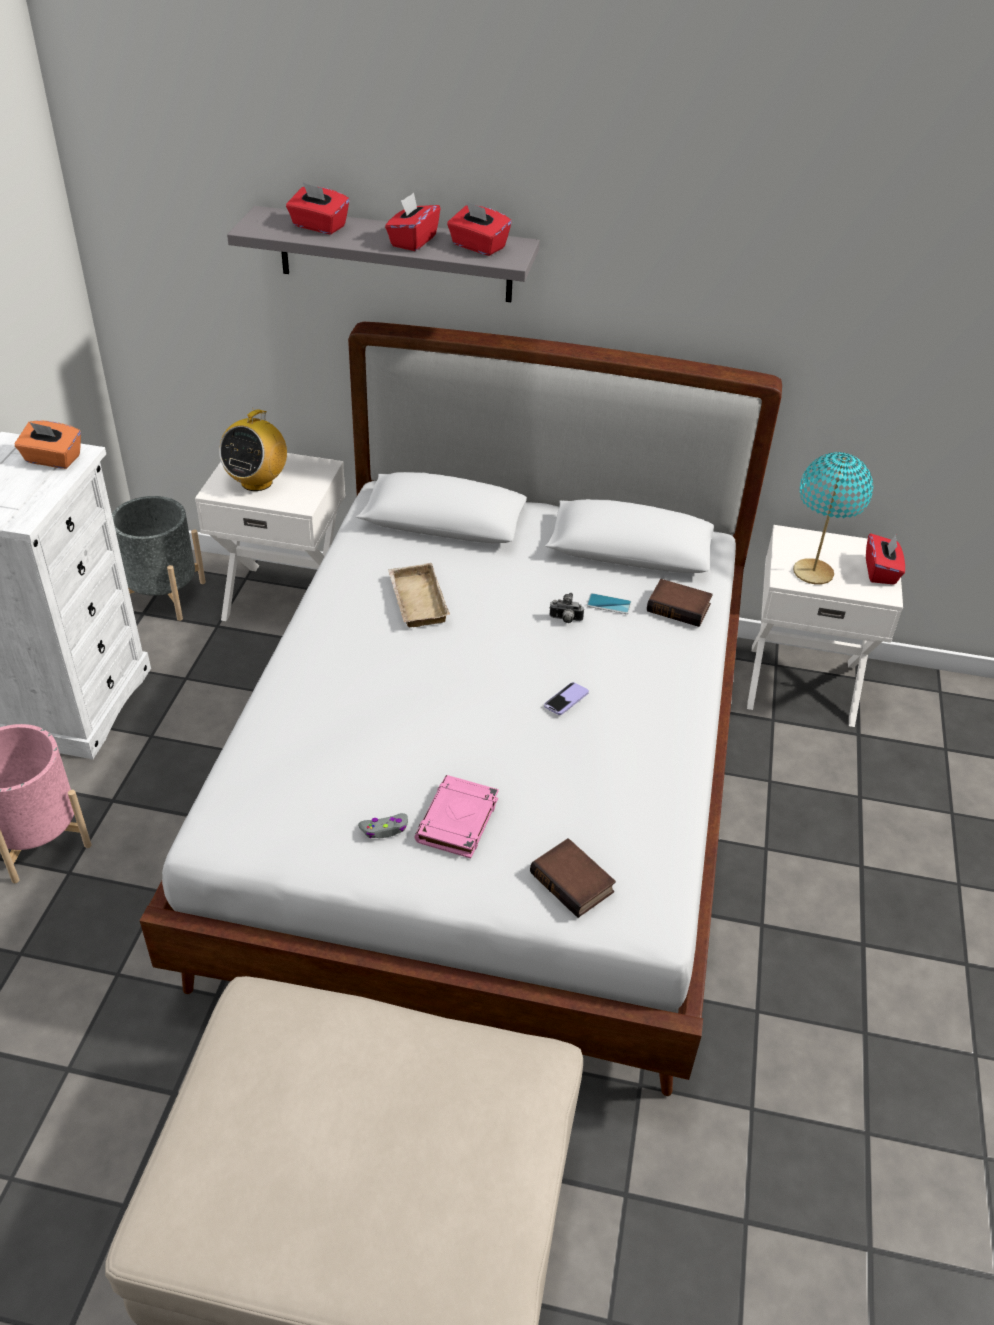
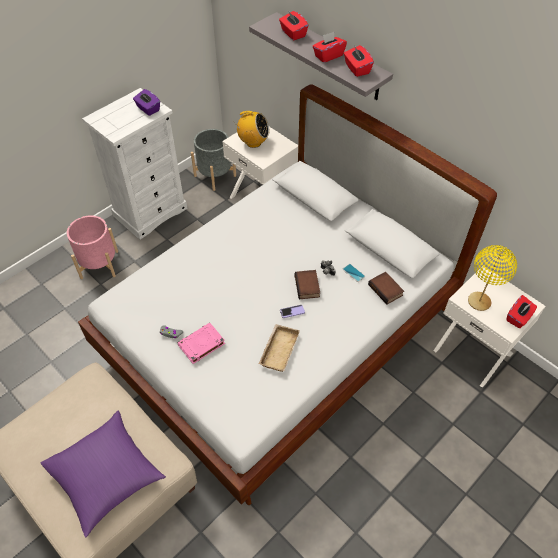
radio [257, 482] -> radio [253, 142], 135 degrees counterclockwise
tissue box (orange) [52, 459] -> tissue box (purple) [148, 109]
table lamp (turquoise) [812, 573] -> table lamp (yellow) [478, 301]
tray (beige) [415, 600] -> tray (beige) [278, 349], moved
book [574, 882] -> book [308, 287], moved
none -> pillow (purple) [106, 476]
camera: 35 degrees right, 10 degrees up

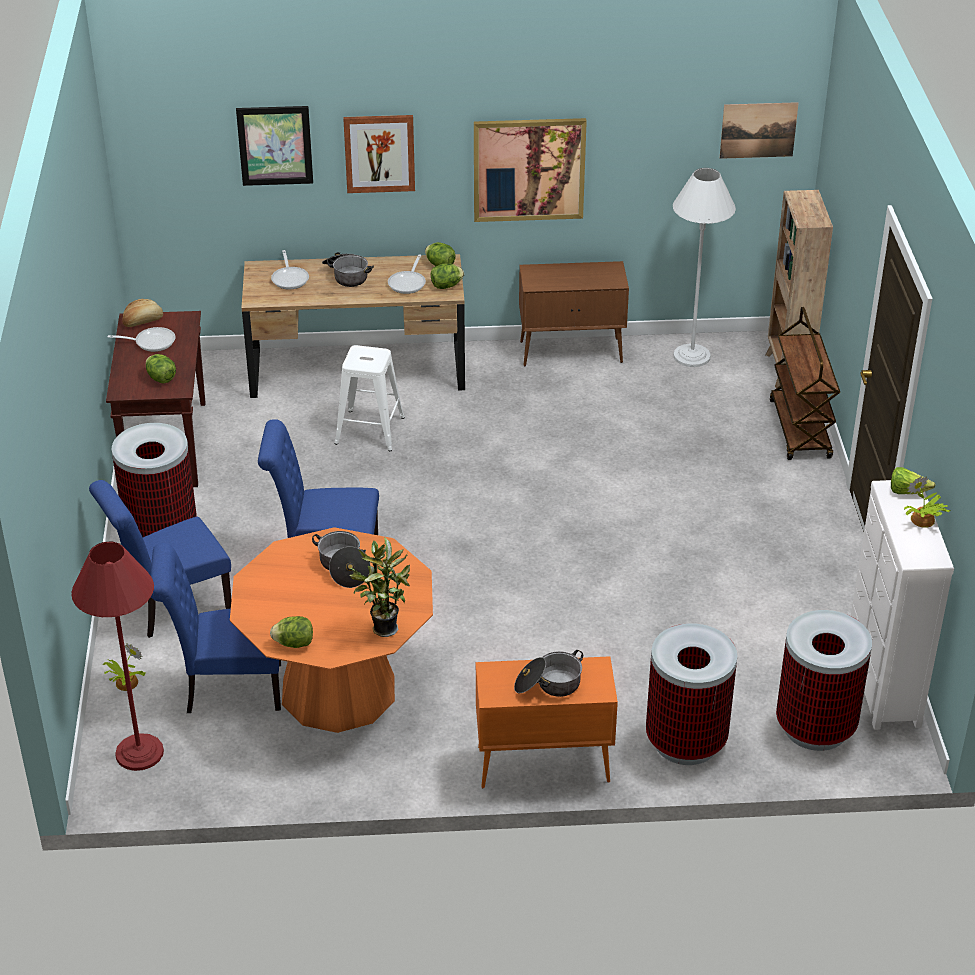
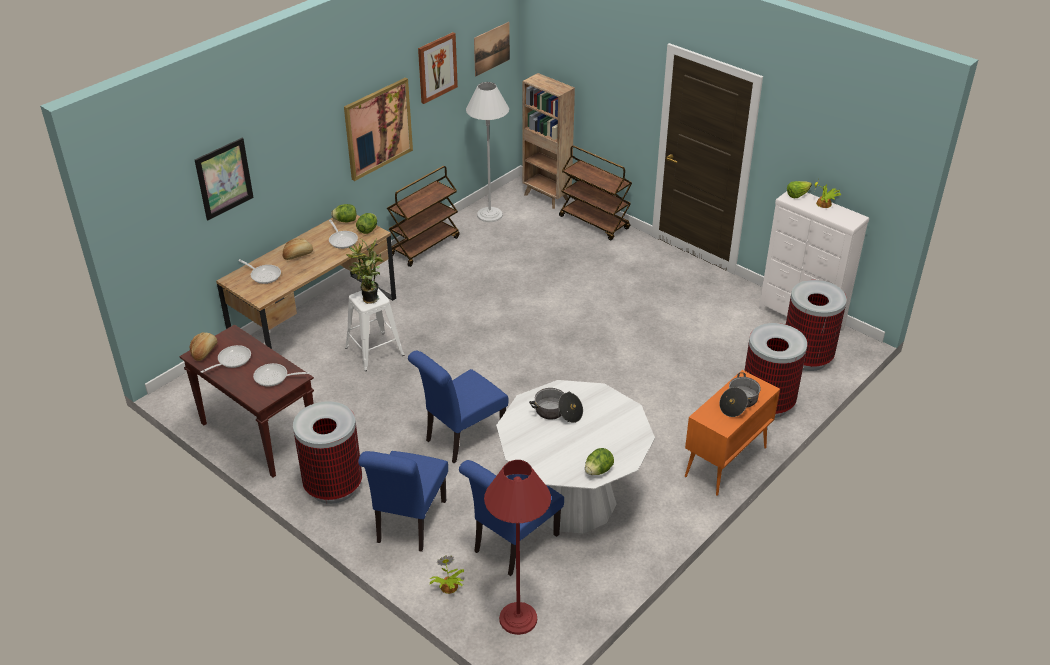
picture [379, 153] -> picture [437, 67], moved
cooking pot [347, 275] -> bread [298, 255]
cabinet (brown) [572, 352] -> cart (brown) [424, 246]
lettuce [161, 378] -> frying pan [274, 377]
dining table (orange) [338, 690] -> dining table (white) [572, 500]
potted plant [382, 628] -> potted plant [368, 299], moved
camera: 45 degrees left, 0 degrees up

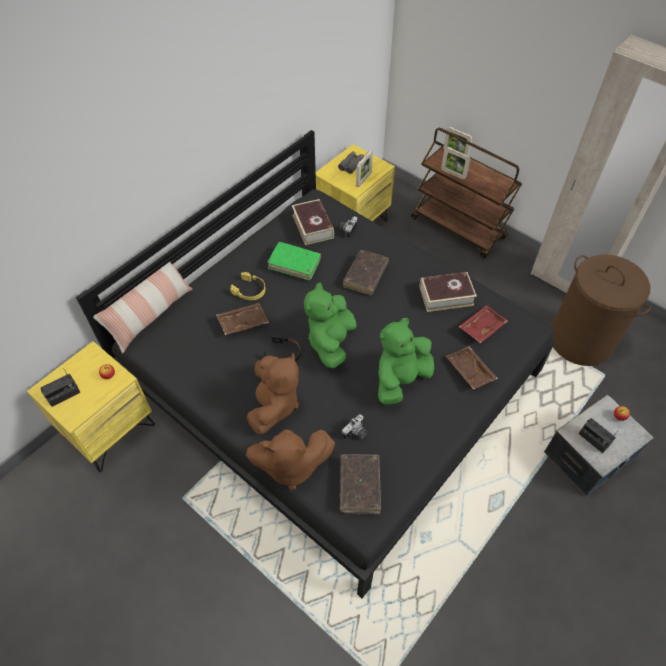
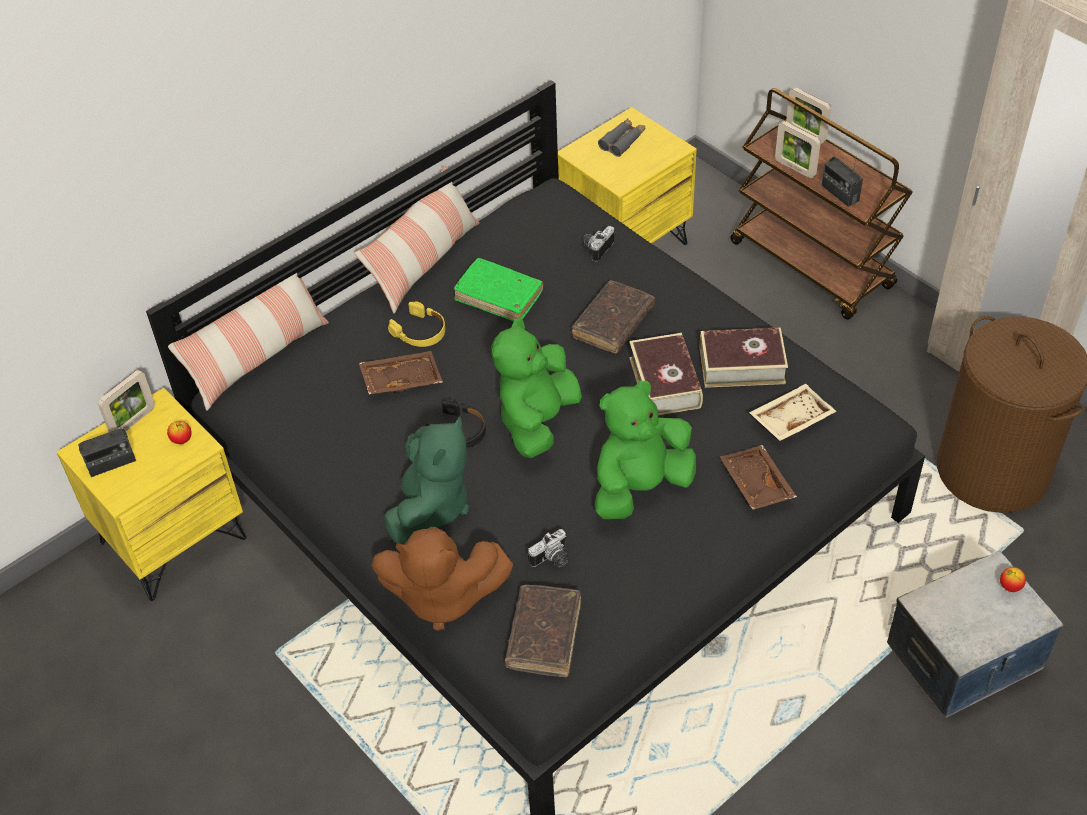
picture frame [363, 179] -> picture frame [133, 422], moved
book [313, 226] -> book [665, 382], moved
tray (red) [481, 327] -> tray (beige) [790, 418]
plush toy (brown) [274, 405] -> plush toy (green) [430, 507]
radio [593, 440] -> radio [840, 193], moved
none -> pillow [424, 261]
camera: 10 degrees right, 5 degrees down

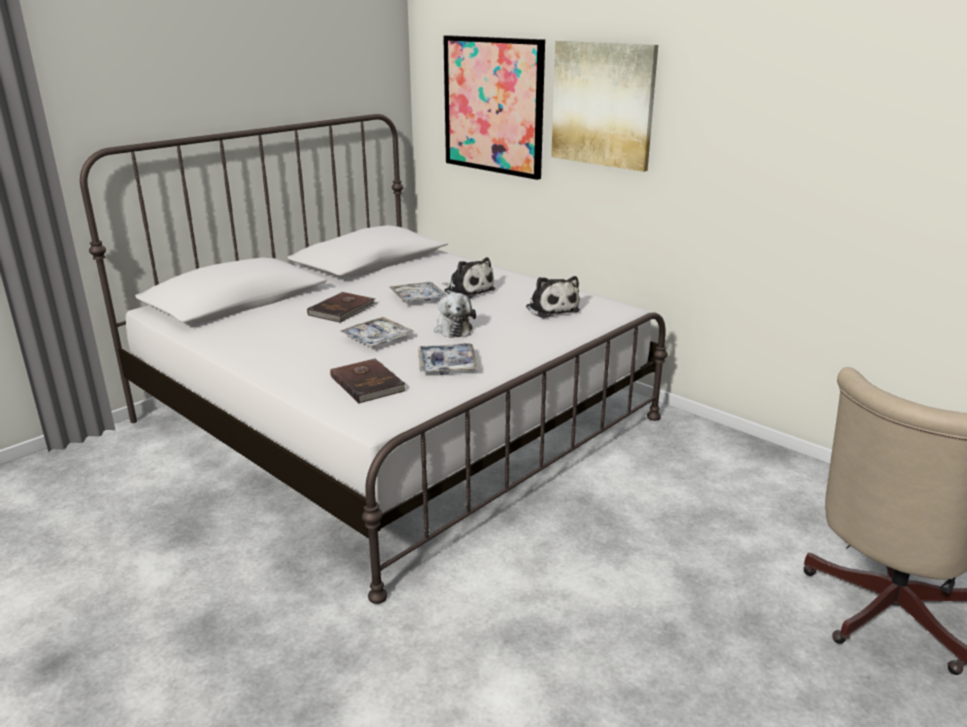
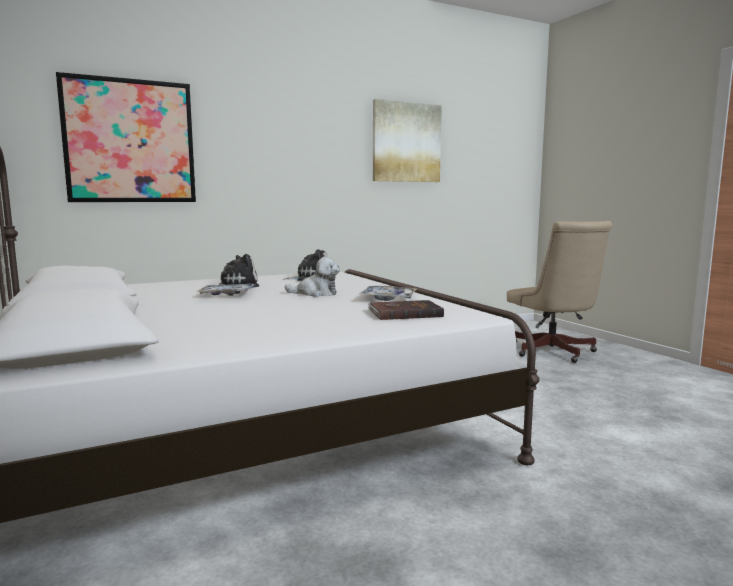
picture [603, 104] -> picture [406, 142], moved
book (brown) [343, 310] -> none
tray [377, 338] -> none
camera: 70 degrees left, 15 degrees down

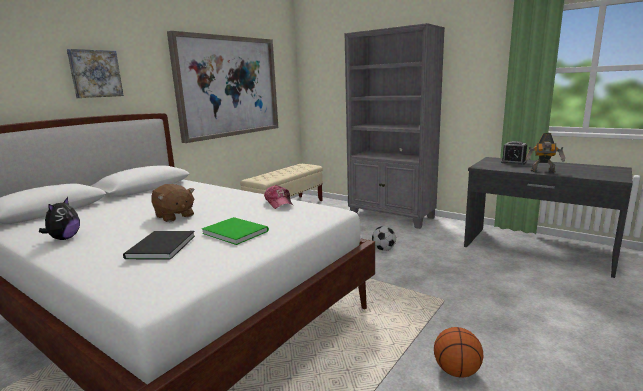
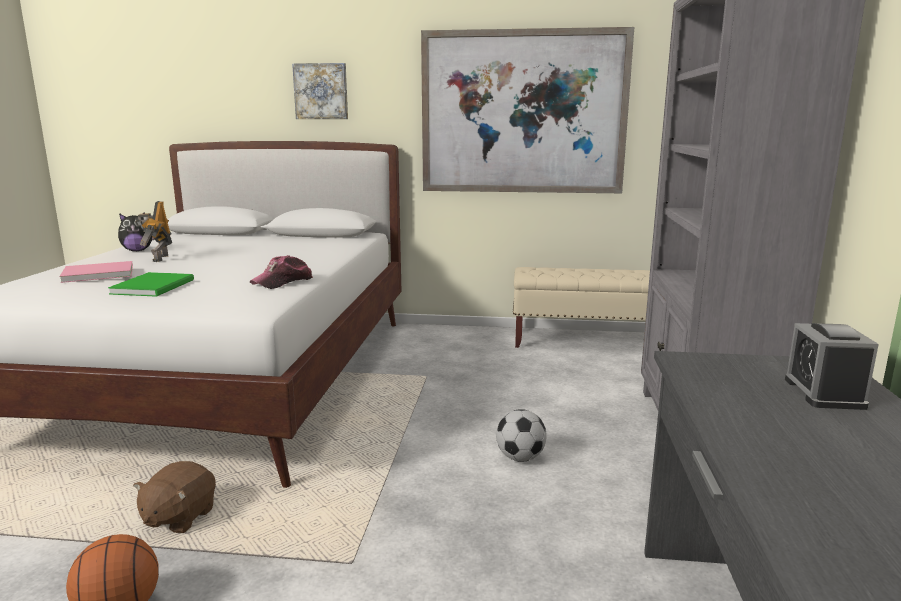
toy robot [543, 172] -> toy robot [158, 258], moved
plush toy (brown) [174, 216] -> plush toy (brown) [179, 517], moved
book (black) [159, 247] -> book (pink) [96, 274]
camera: 60 degrees right, 0 degrees up

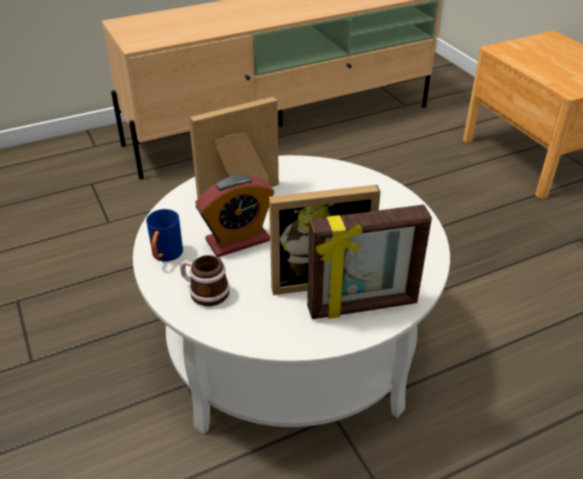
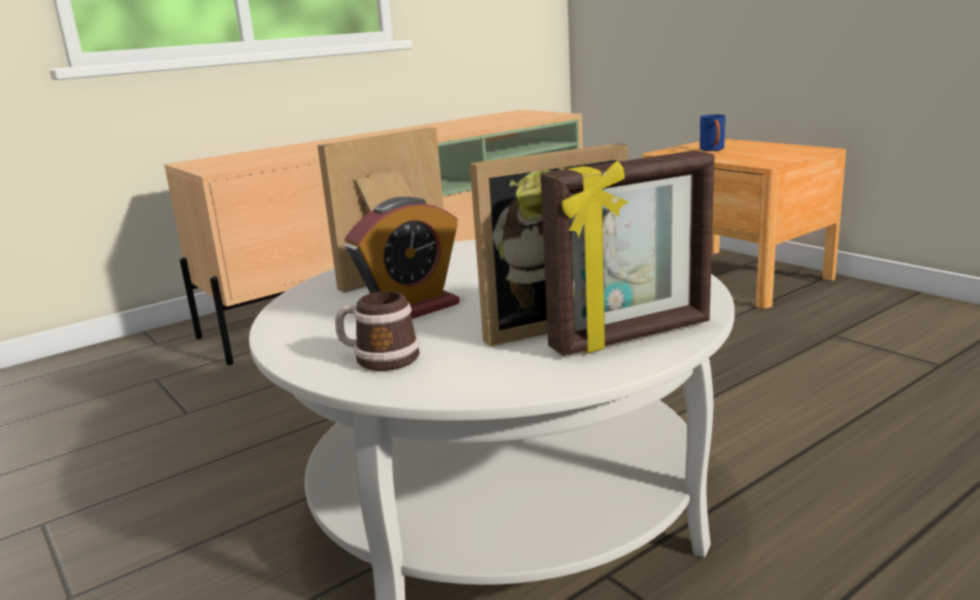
mug (blue) [165, 256] -> mug (blue) [713, 150], moved
camera: 10 degrees left, 20 degrees down

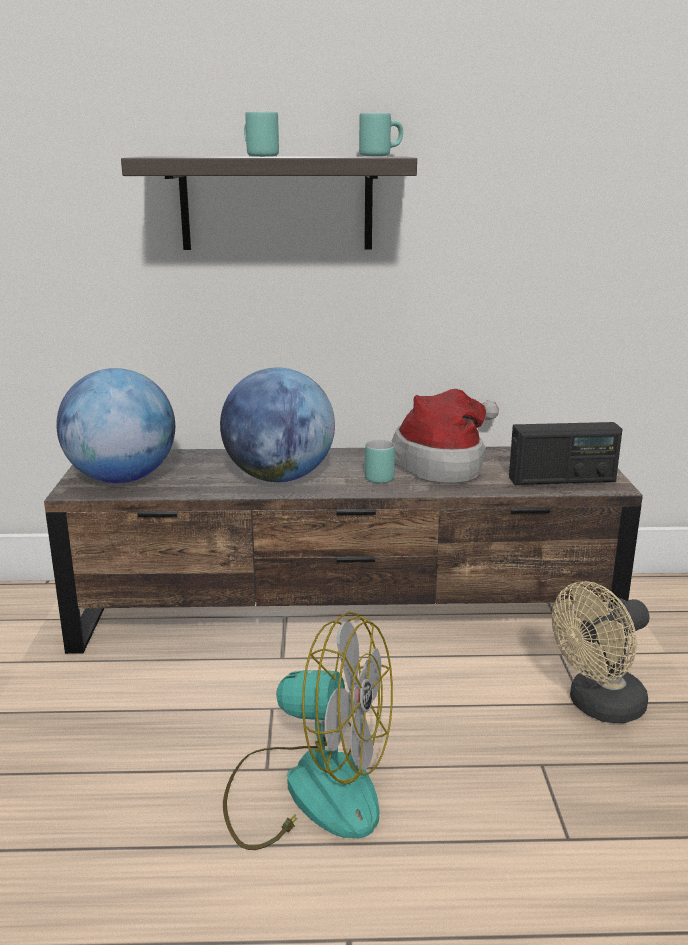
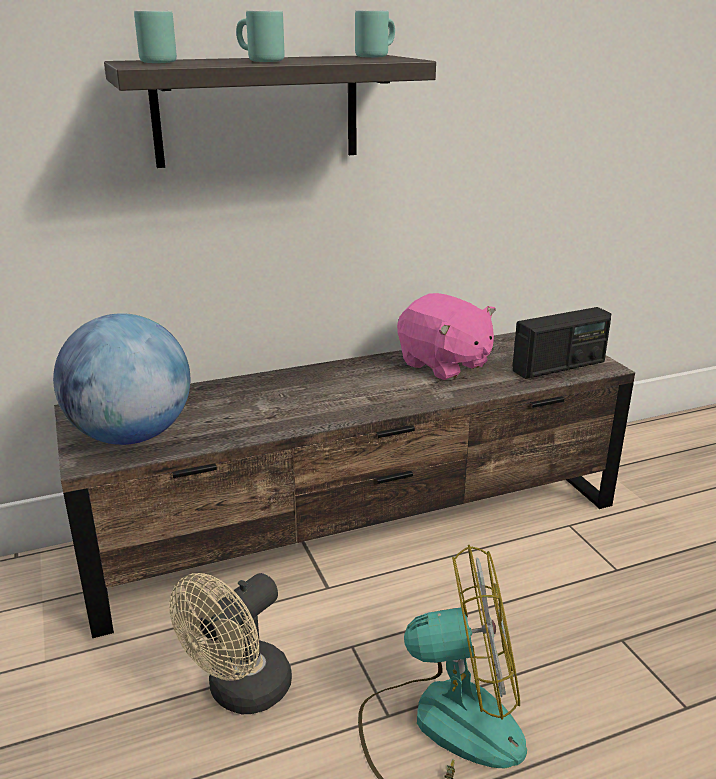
globe [279, 478] -> none
hat [444, 463] -> plush toy (pink) [444, 365]
mug (turquoise) [376, 477] -> mug (turquoise) [154, 62], moved
fan (beige) [598, 707] -> fan (beige) [240, 693], moved
camera: 20 degrees left, 5 degrees up

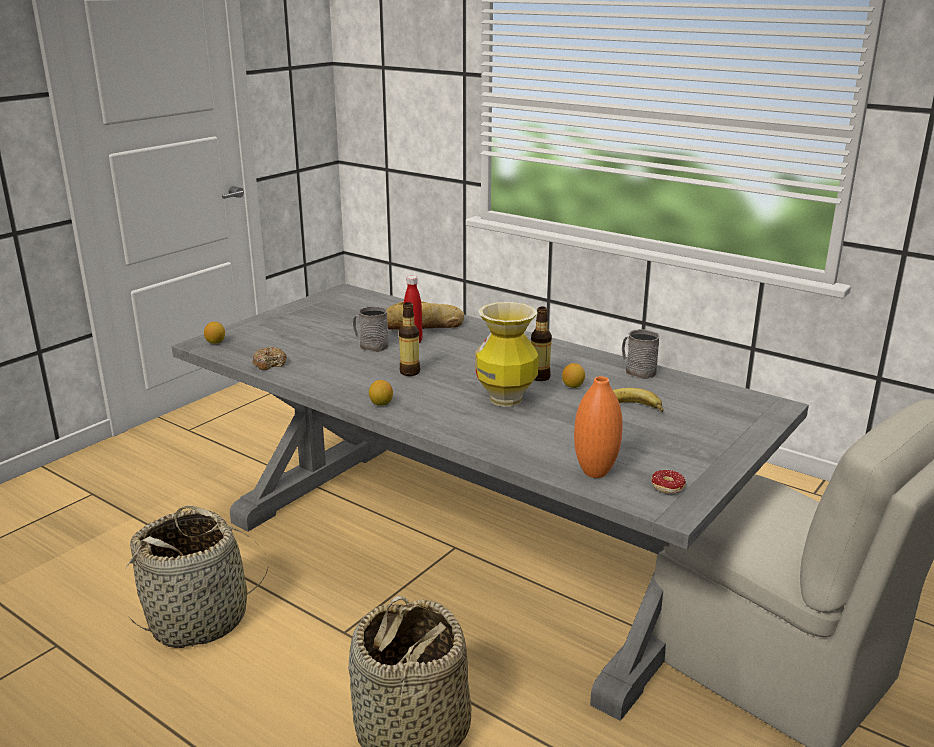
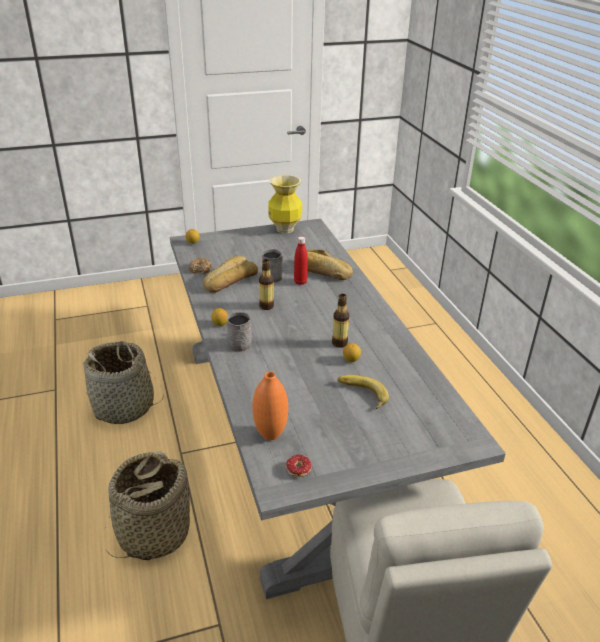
vase [506, 399] -> vase [285, 229], moved
mug (grey) [637, 371] -> mug (grey) [239, 342], moved
none -> bread [229, 280]
camera: 35 degrees right, 10 degrees up

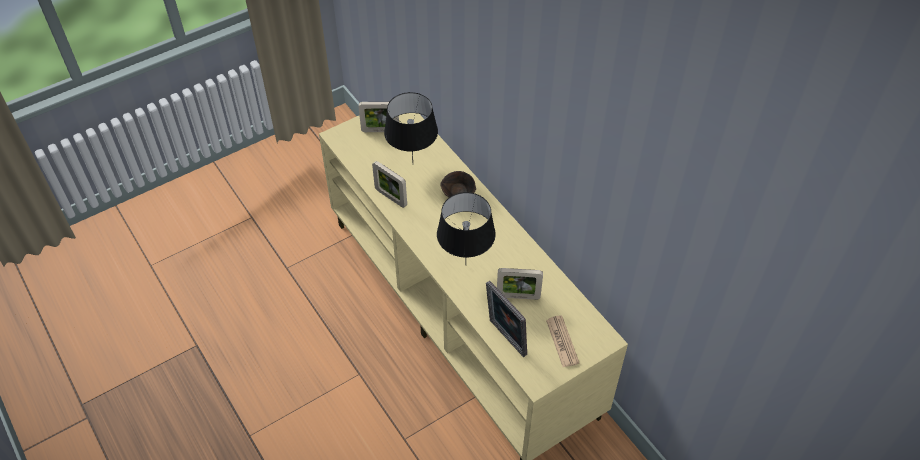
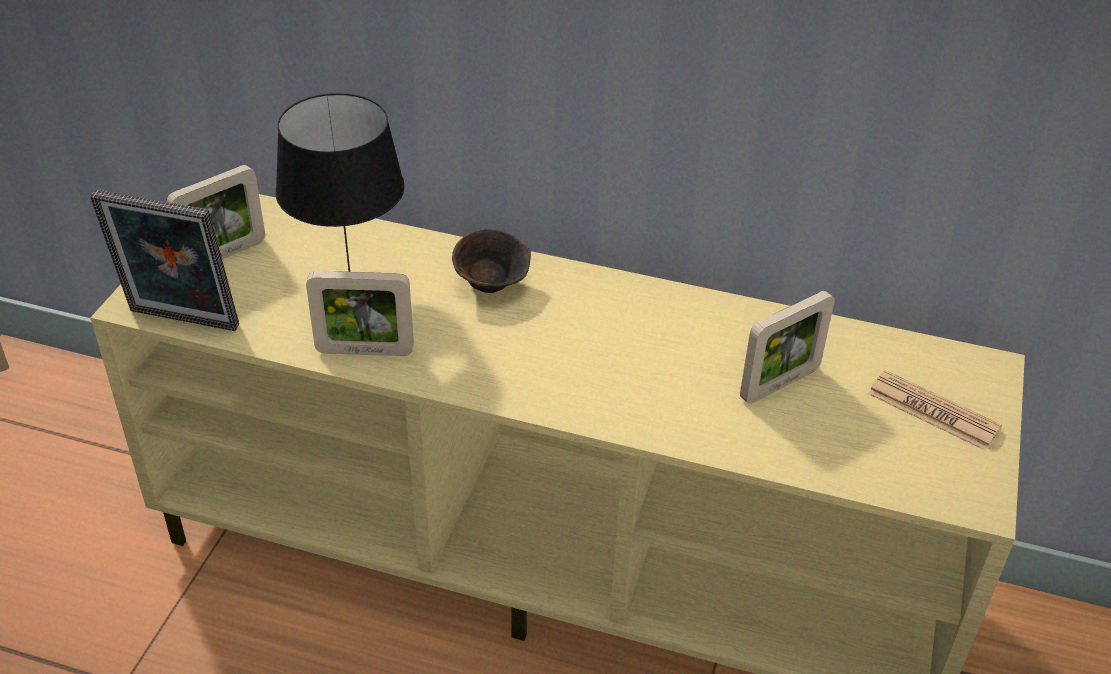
table lamp (black) [465, 265] -> none
picture frame [505, 339] -> picture frame [181, 323], moved
camera: 40 degrees left, 10 degrees down

